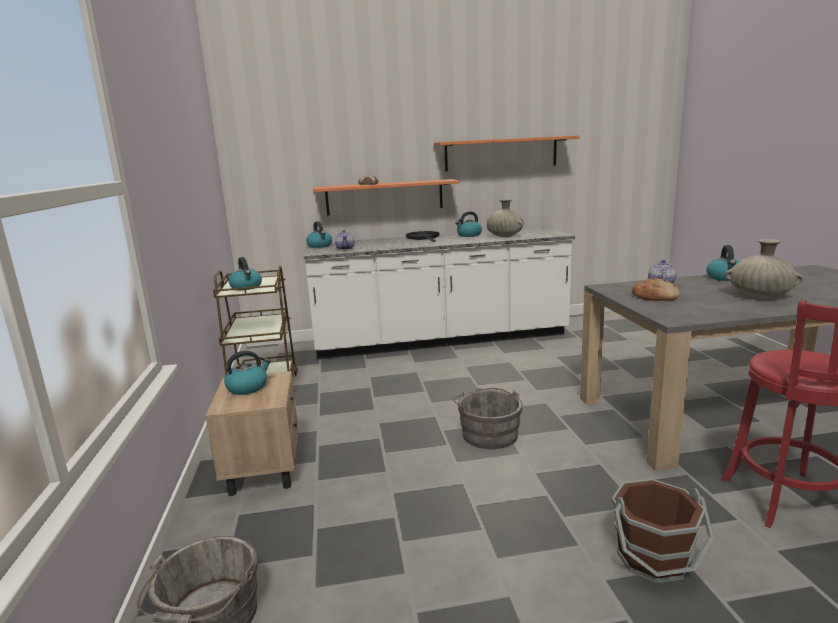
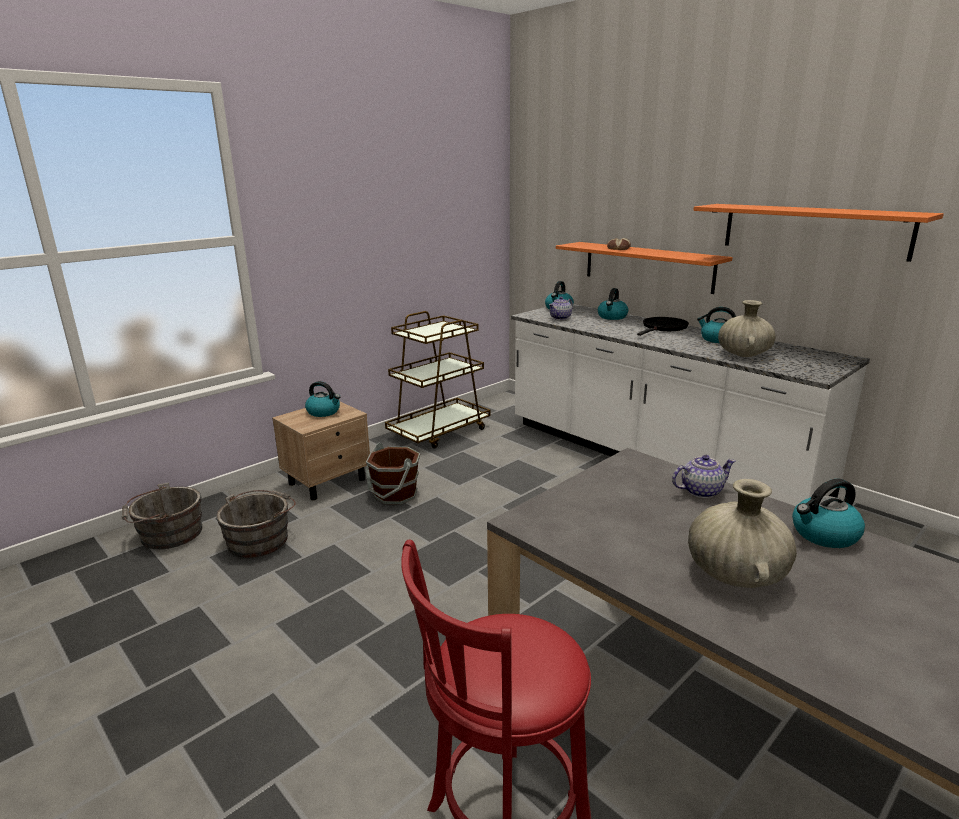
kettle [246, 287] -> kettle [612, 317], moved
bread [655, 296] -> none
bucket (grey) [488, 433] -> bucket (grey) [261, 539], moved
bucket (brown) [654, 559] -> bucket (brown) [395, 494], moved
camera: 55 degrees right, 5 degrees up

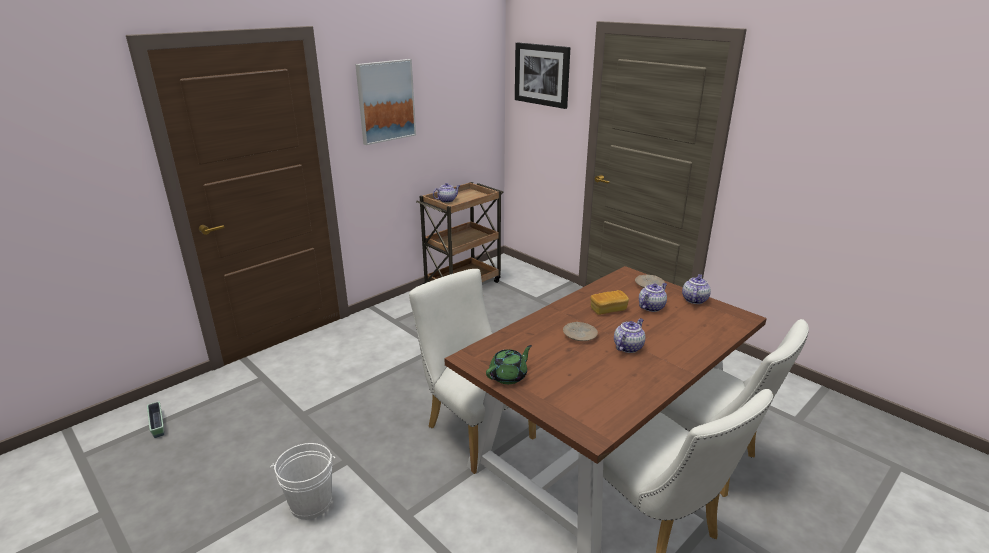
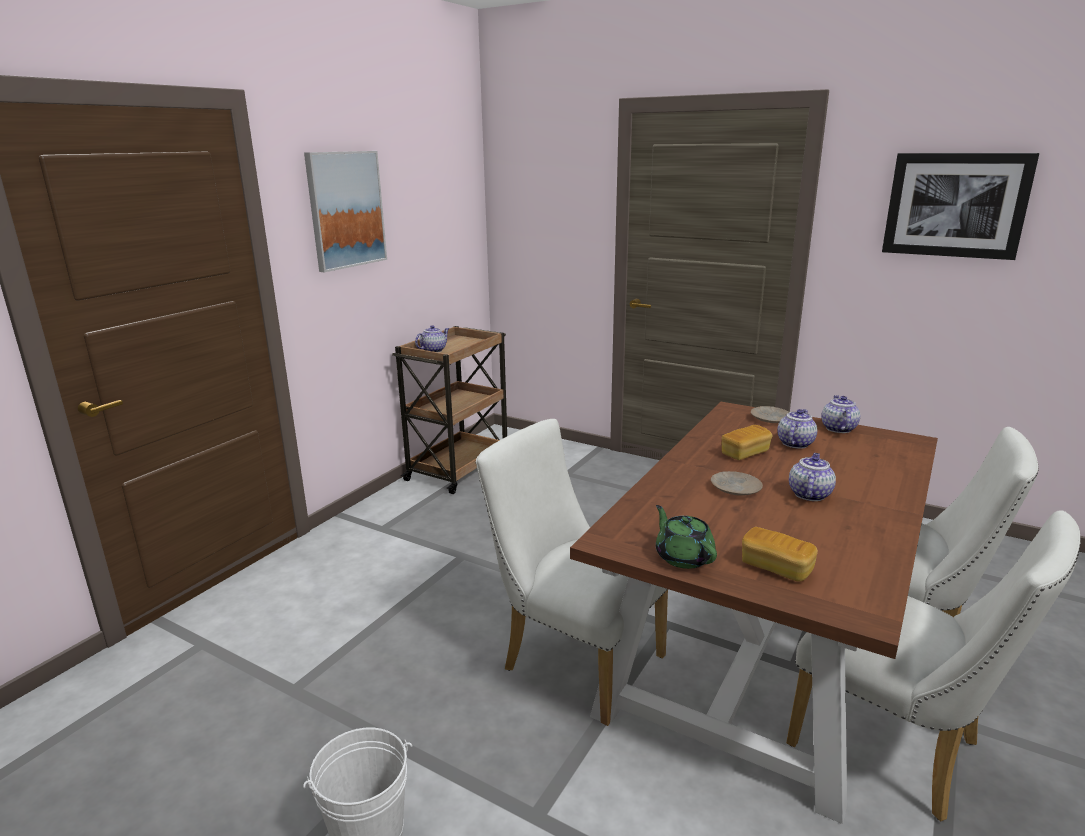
picture [542, 74] -> picture [955, 205], moved
teapot (green) [509, 376] -> teapot (green) [683, 556], 60 degrees counterclockwise
planter [157, 424] -> none
none -> bread [776, 567]
camera: 15 degrees left, 5 degrees down

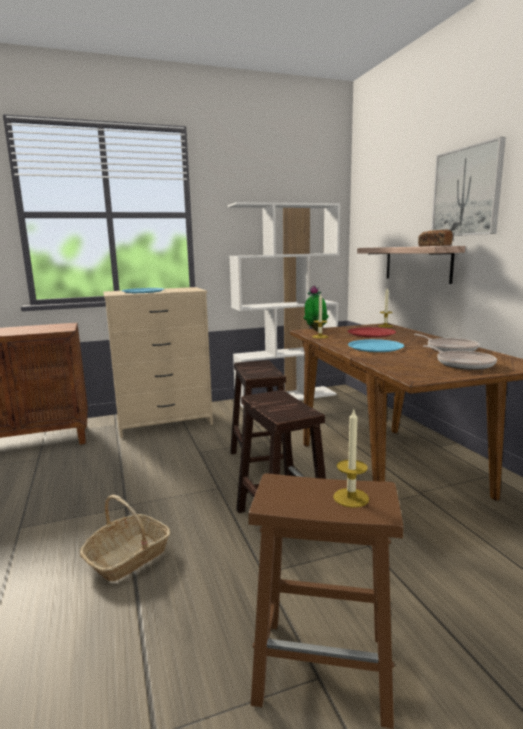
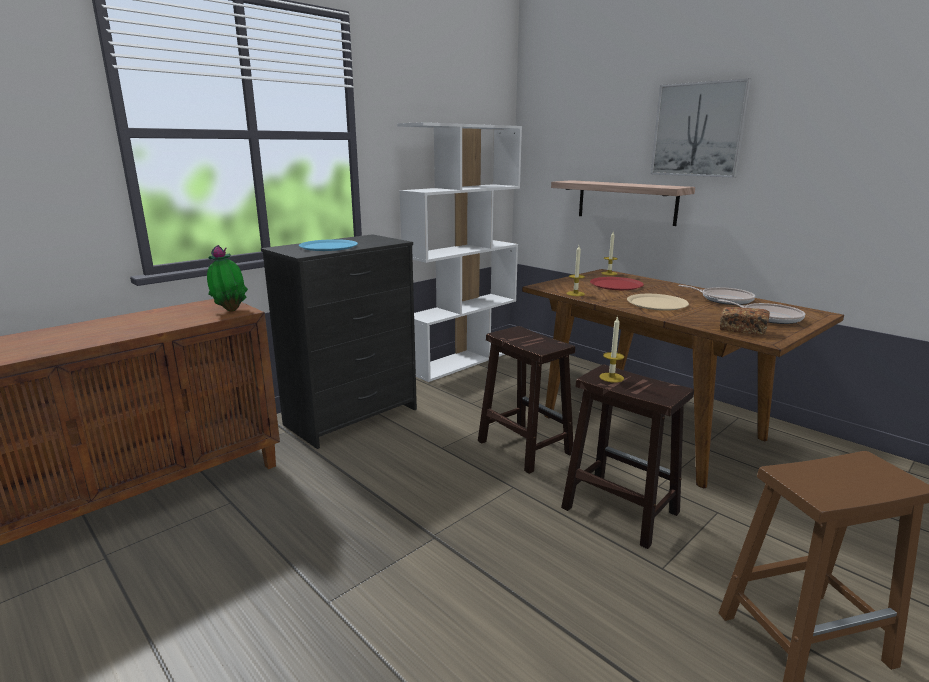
bread [434, 246] -> bread [742, 330], moved
potted plant [315, 330] -> potted plant [230, 310], moved
dresser (beige) [164, 422] -> dresser (black) [352, 417]
plate (blue) [375, 347] -> plate (beige) [657, 303]
candle [351, 498] -> candle [611, 377], moved
basket [128, 557] -> none
camera: 25 degrees left, 5 degrees up

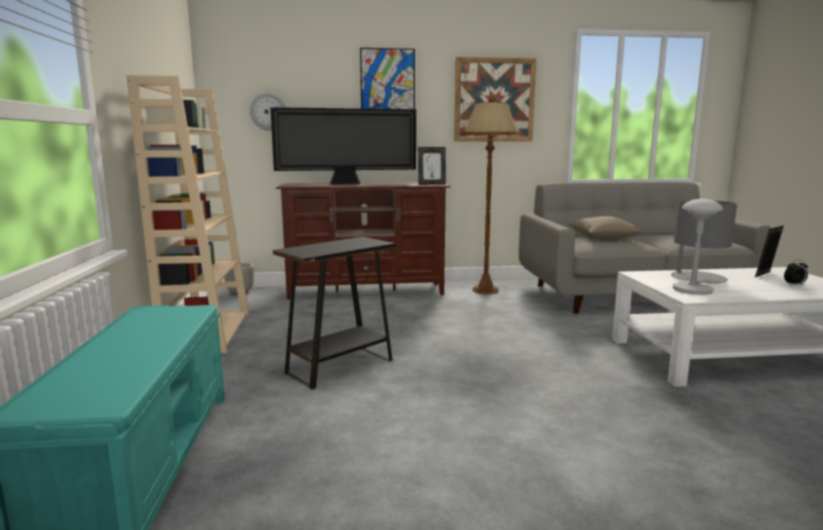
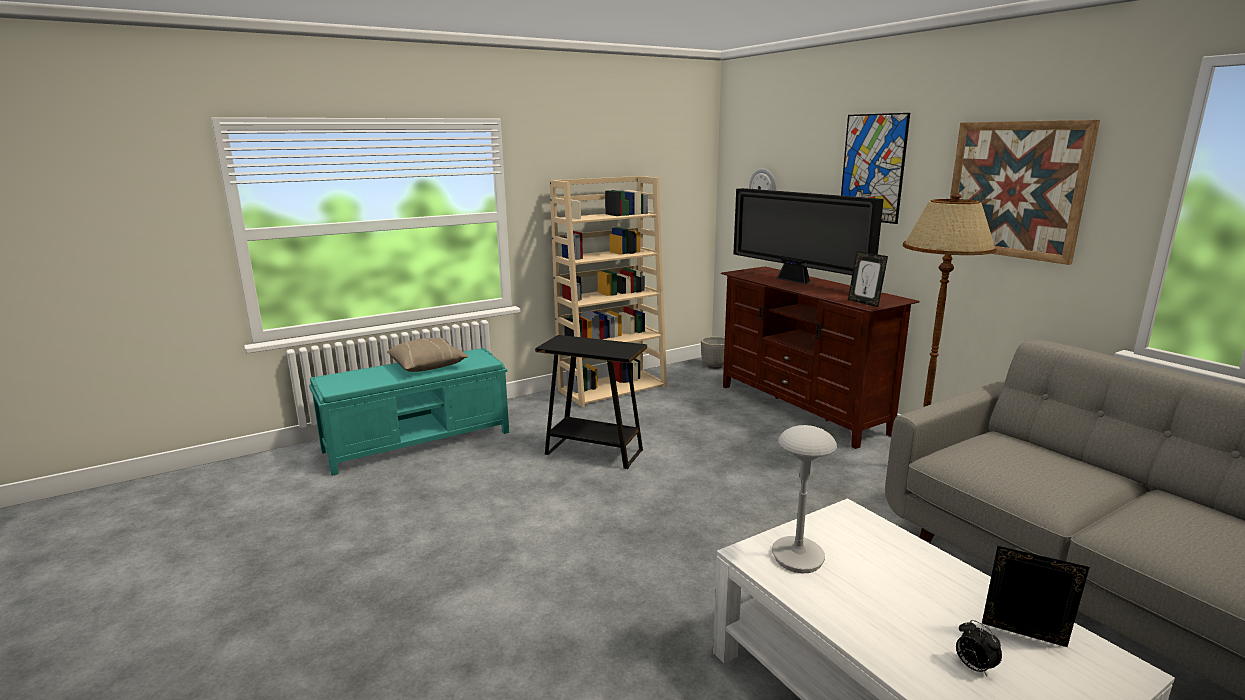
table lamp (grey) [697, 278] -> none
pillow (beige) [602, 237] -> pillow (beige) [428, 366], moved
camera: 65 degrees right, 5 degrees up

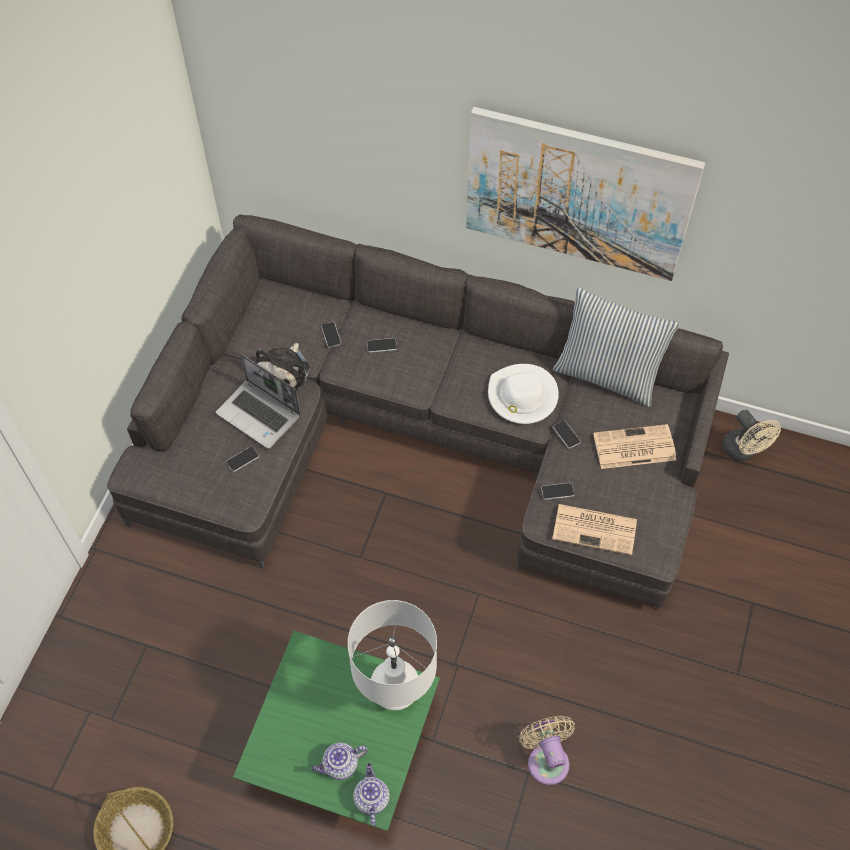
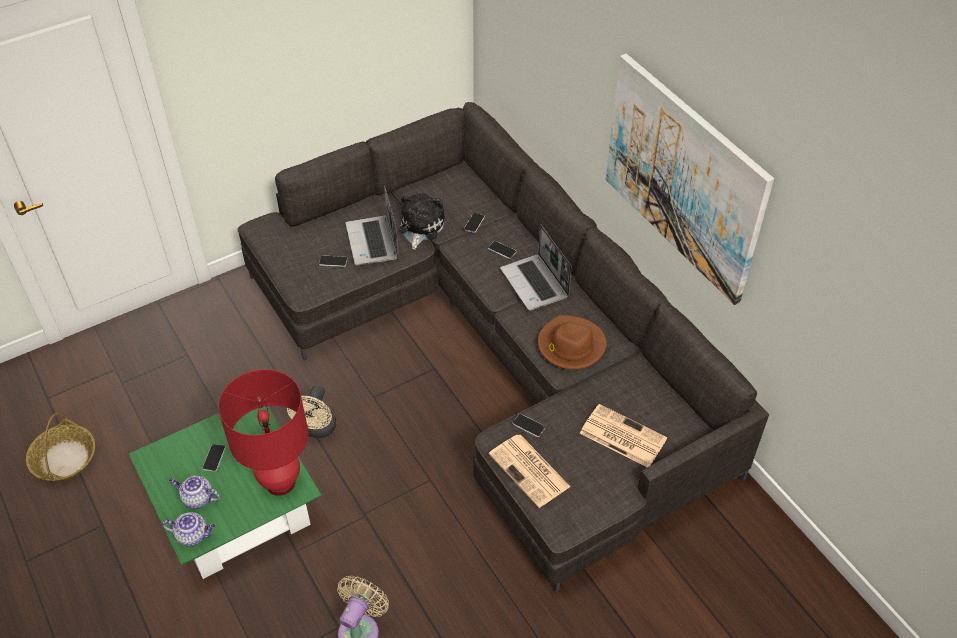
pillow [607, 375] -> none
plush toy [286, 370] -> plush toy [420, 227], 135 degrees clockwise
hat (white) [522, 396] -> hat (brown) [570, 345]
fan (beige) [743, 451] -> fan (beige) [317, 430], moved
phone [566, 434] -> phone [214, 458], moved
table lamp (white) [395, 694] -> table lamp (red) [280, 482]
teapot [371, 798] -> teapot [193, 535], 60 degrees clockwise
none -> laptop [535, 284]
camera: 40 degrees right, 10 degrees down

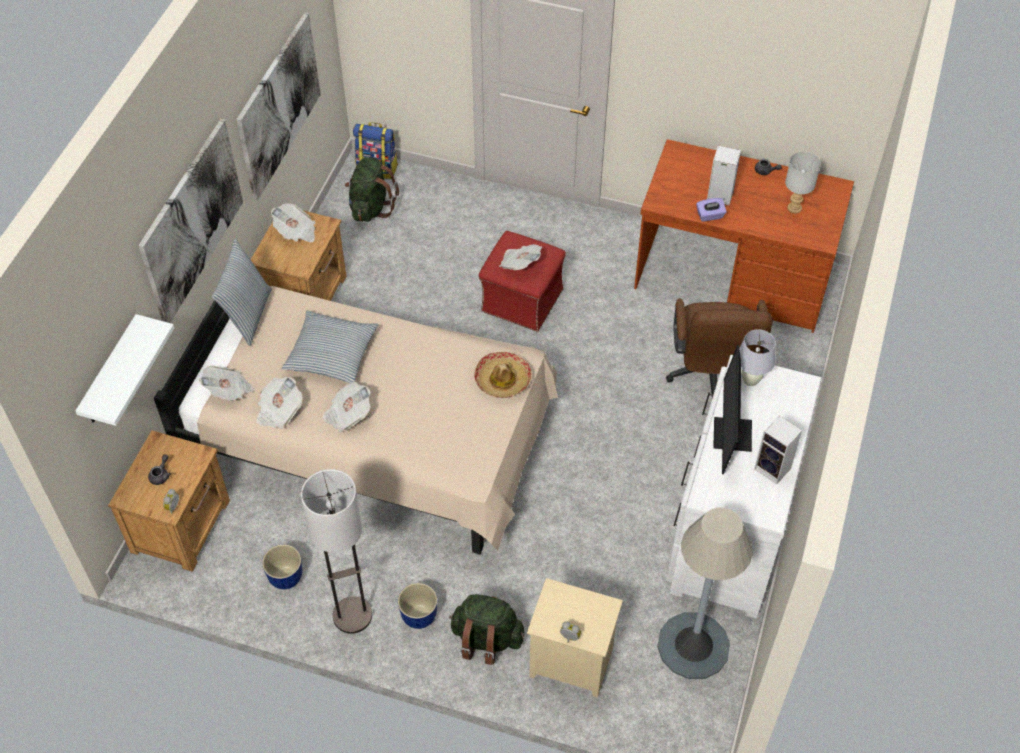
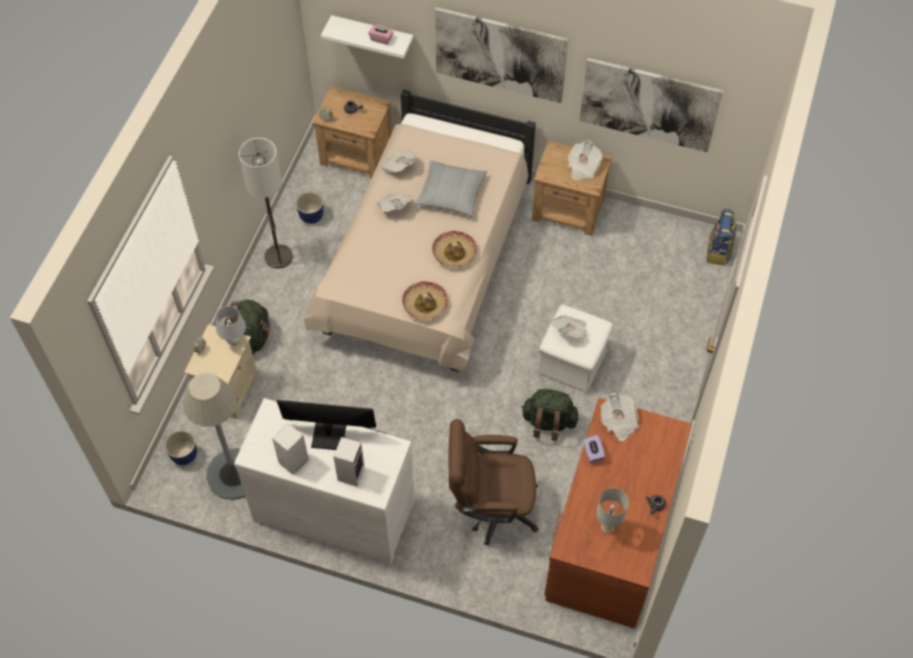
speaker [719, 195] -> speaker [351, 472], moved
backpack (green) [371, 207] -> backpack (green) [548, 422], moved
ottoman (red) [521, 300] -> ottoman (white) [572, 361]
pillow [248, 315] -> none
table lamp (white) [750, 380] -> table lamp (white) [235, 341], moved
newspaper [229, 391] -> newspaper [618, 422], moved
planter [419, 617] -> planter [184, 455], moved
none -> tissue box (pink) [381, 39]
none -> hat [454, 253]
camera: 90 degrees right, 5 degrees up

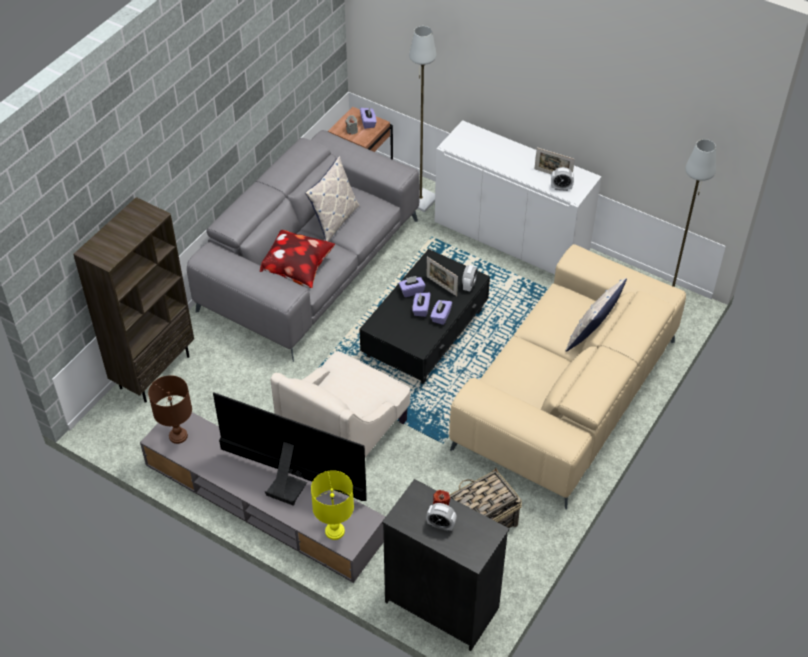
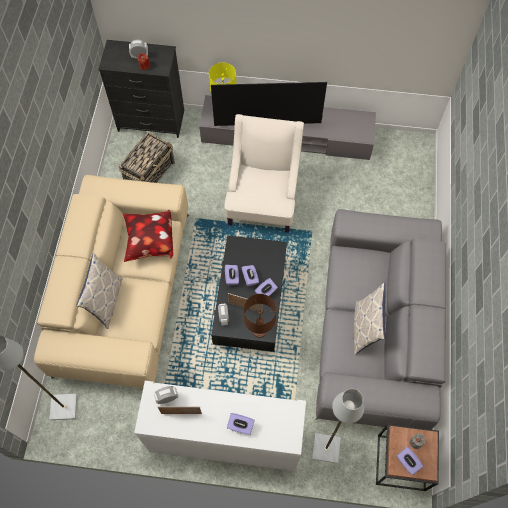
bookcase (brown) [154, 371] -> none
pillow [298, 271] -> pillow [150, 243], moved
table lamp (brown) [178, 436] -> table lamp (brown) [259, 330], moved
none -> tissue box (purple) [240, 426]
camera: 155 degrees right, 15 degrees up

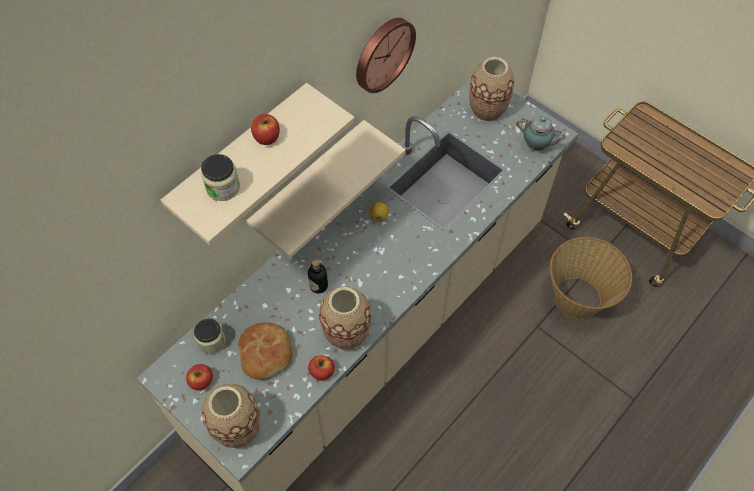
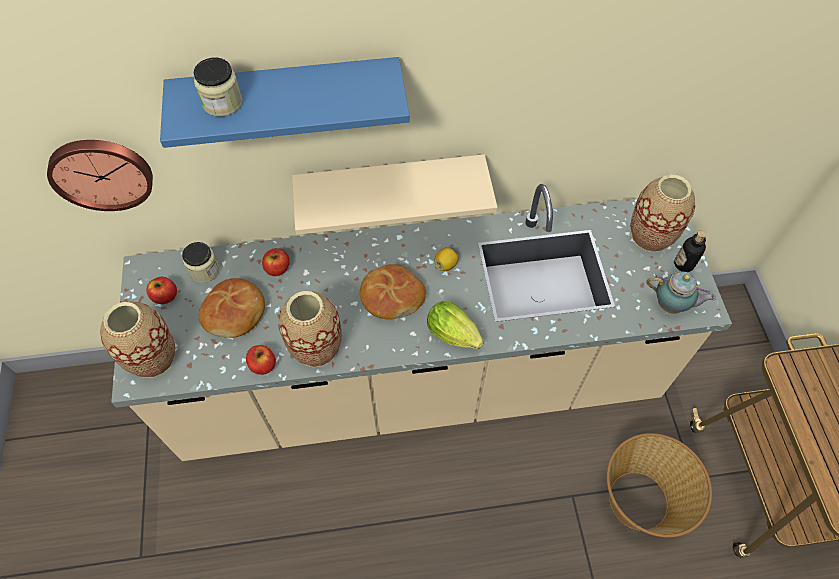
wall clock [382, 53] -> wall clock [101, 172], moved
shelf (beige) [241, 159] -> shelf (blue) [289, 98]
apple [267, 137] -> apple [277, 268], moved
teapot [537, 146] -> teapot [671, 305], 45 degrees counterclockwise
bottle [318, 286] -> bottle [683, 264], moved
none -> bread [391, 296]
none -> lettuce [455, 336]
camera: 40 degrees right, 0 degrees up

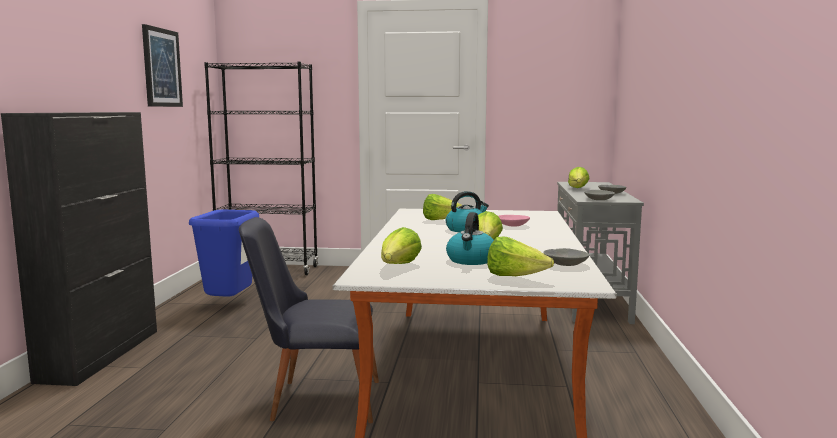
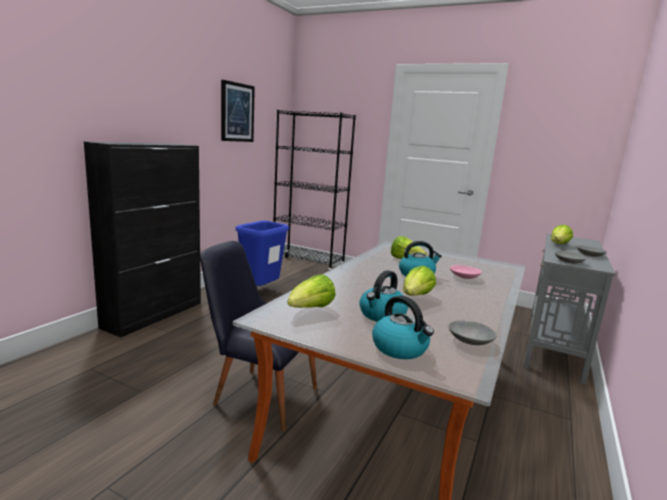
lettuce [515, 277] -> kettle [400, 348]
camera: 20 degrees right, 5 degrees up

